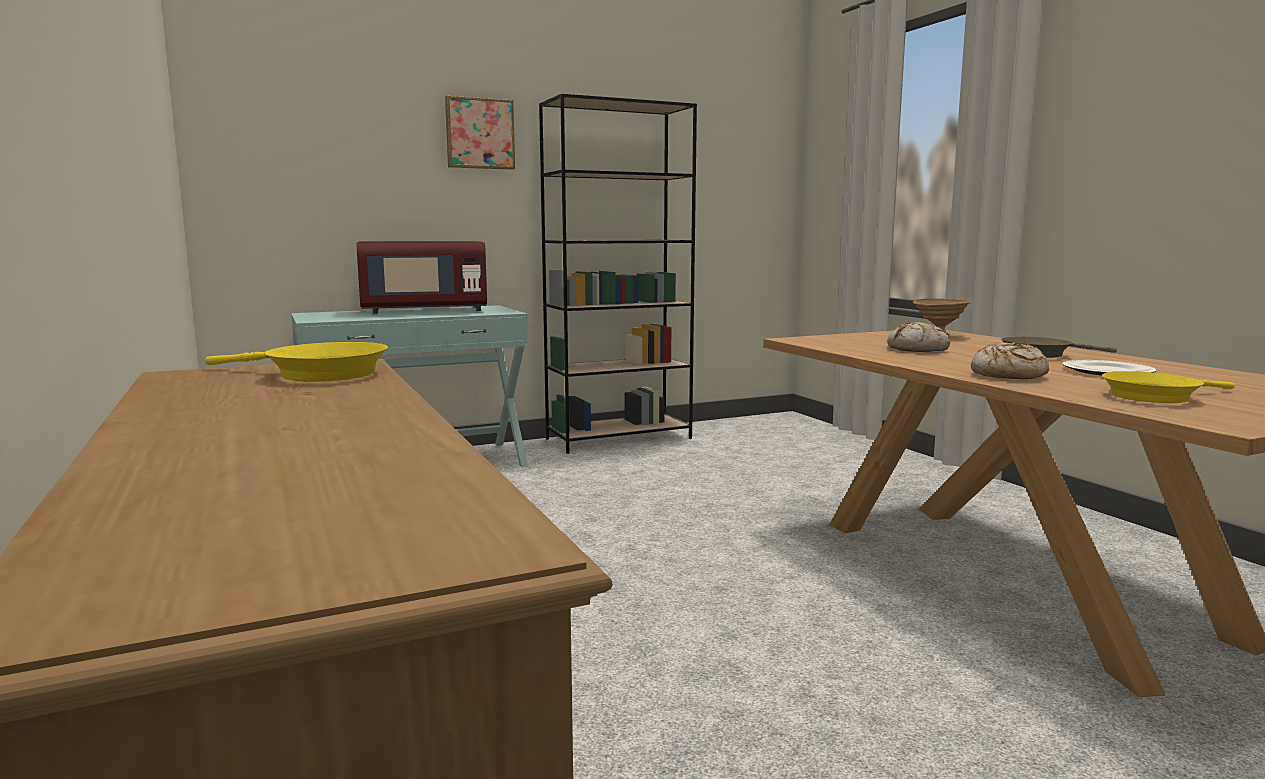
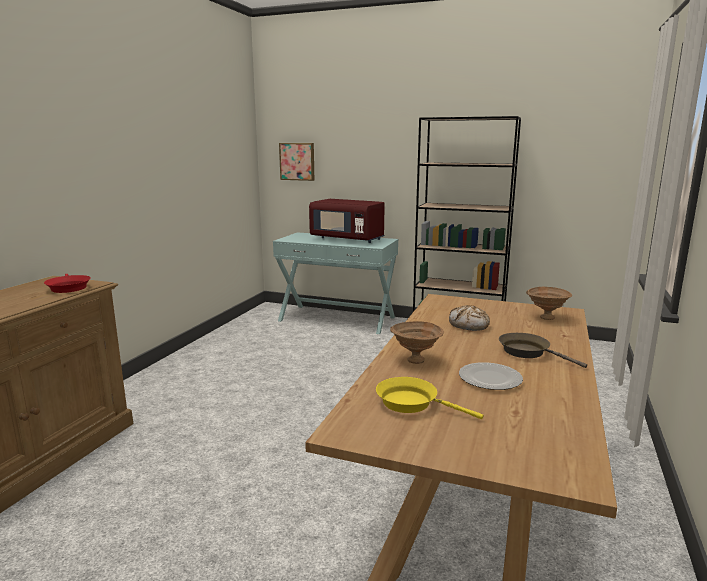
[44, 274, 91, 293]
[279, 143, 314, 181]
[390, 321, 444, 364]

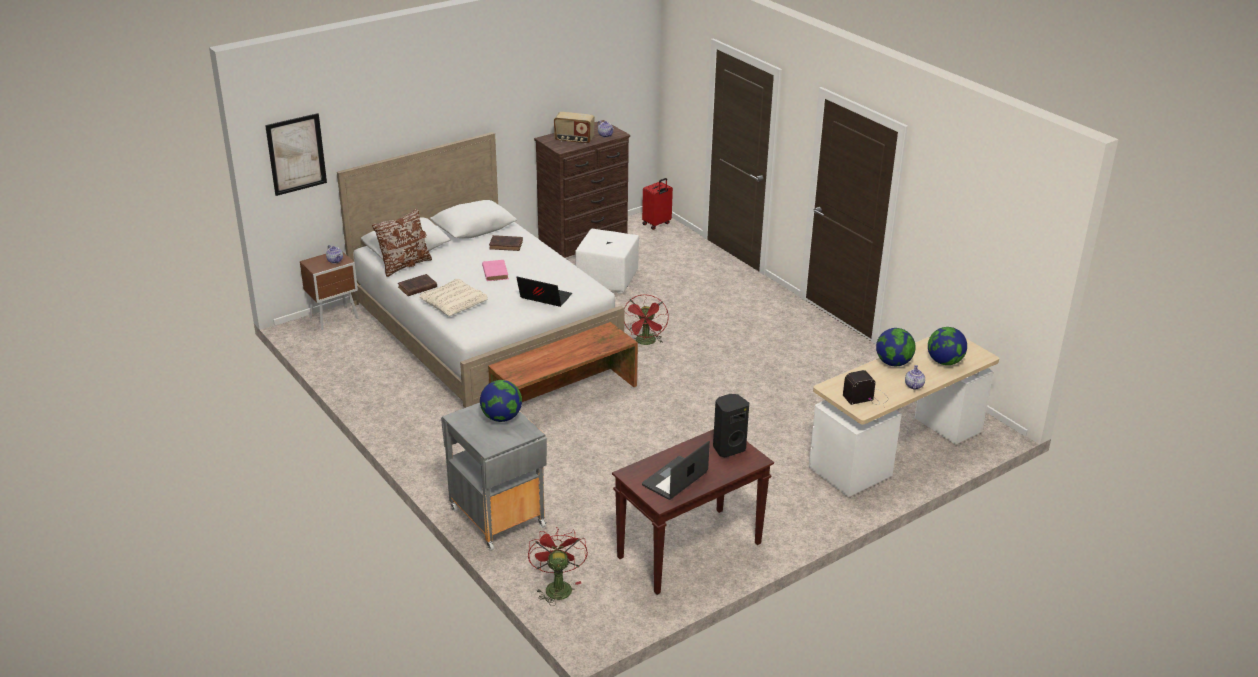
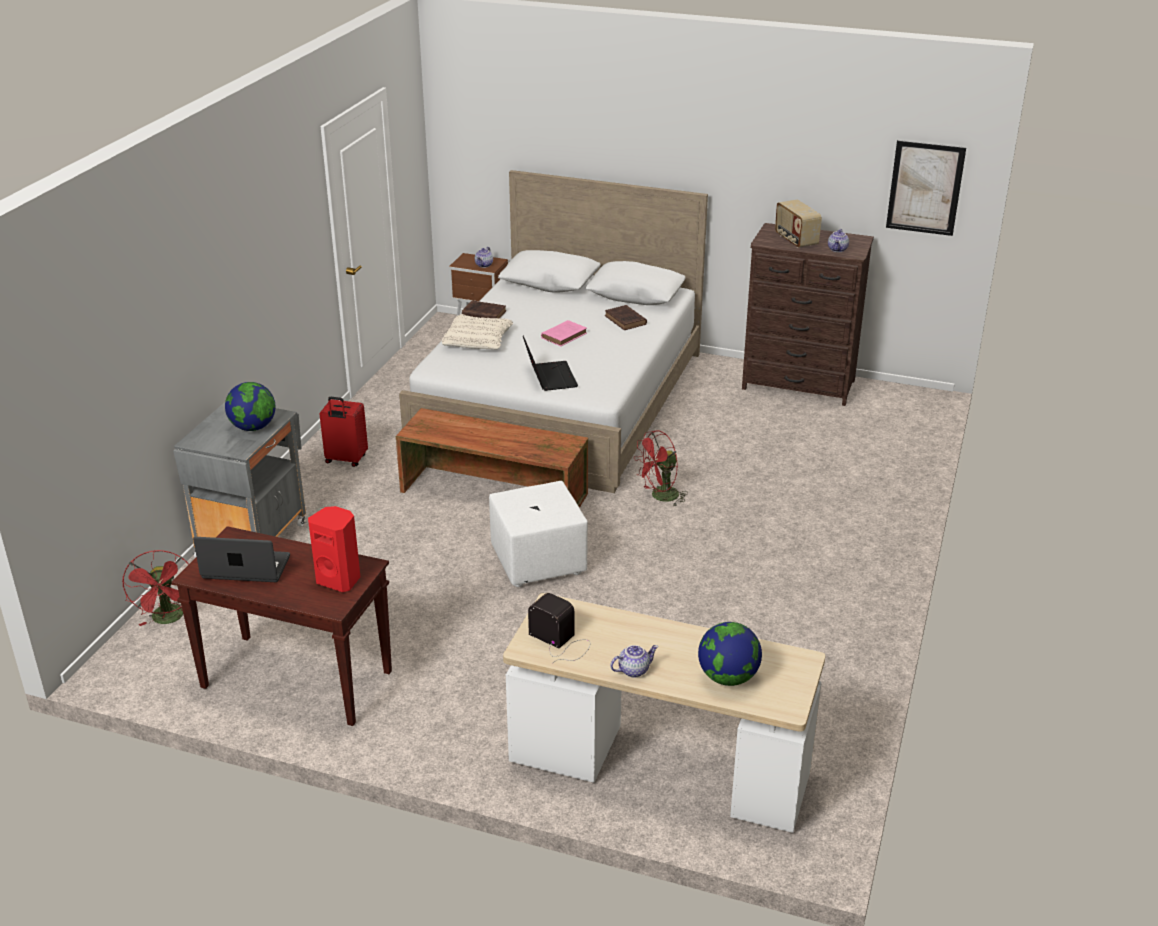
[122, 550, 189, 626]
[308, 506, 361, 592]
[320, 397, 368, 467]
[489, 481, 588, 587]
[886, 140, 966, 236]
[372, 209, 432, 277] (first image)
[876, 328, 916, 366] (first image)

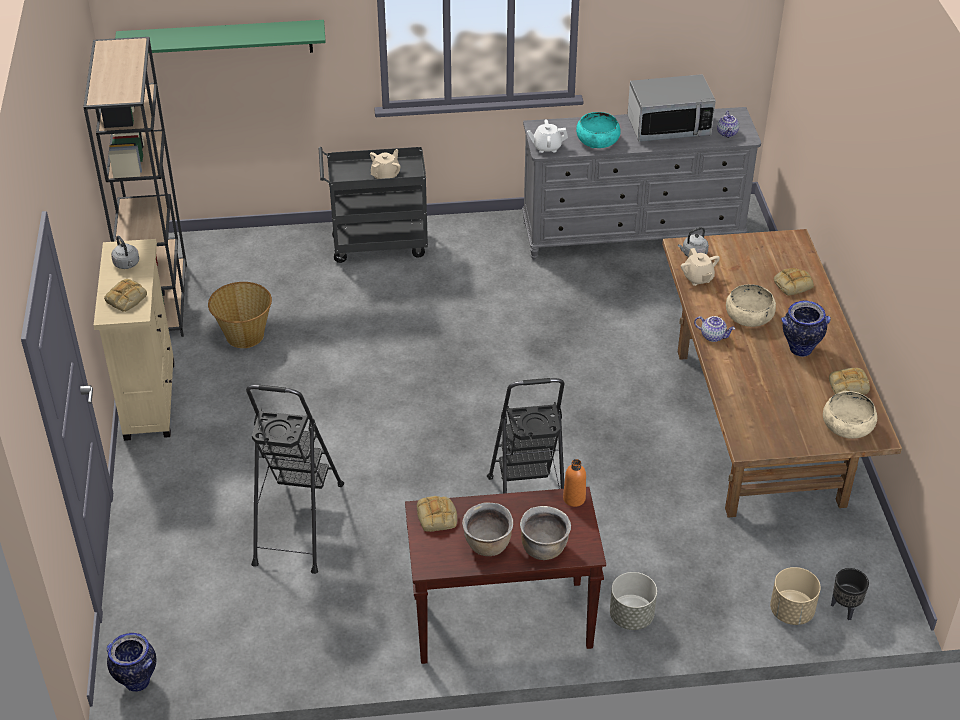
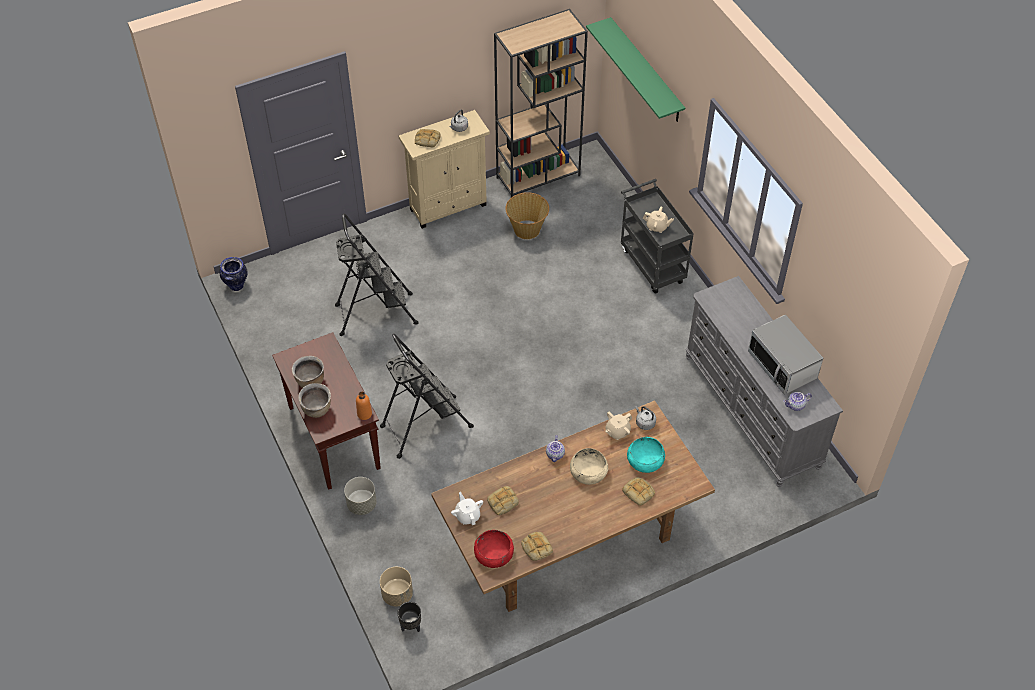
[451, 492, 483, 525]
[474, 530, 514, 568]
[487, 486, 519, 515]
[627, 437, 665, 473]
[781, 300, 831, 357] (first image)

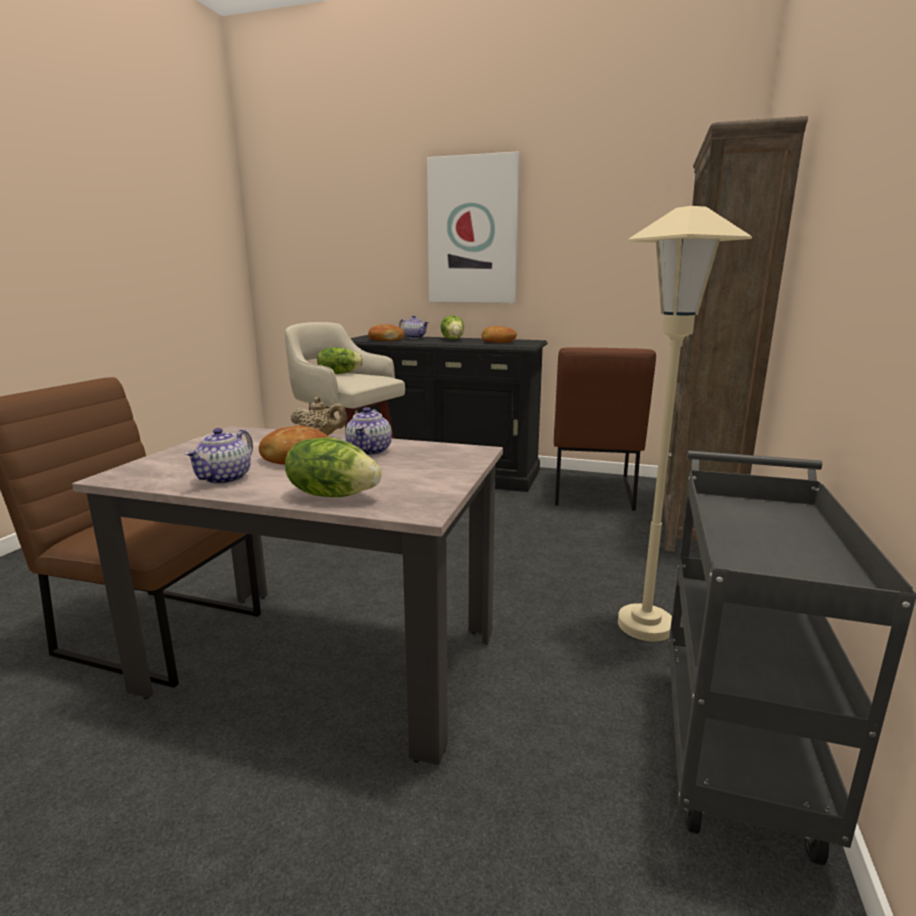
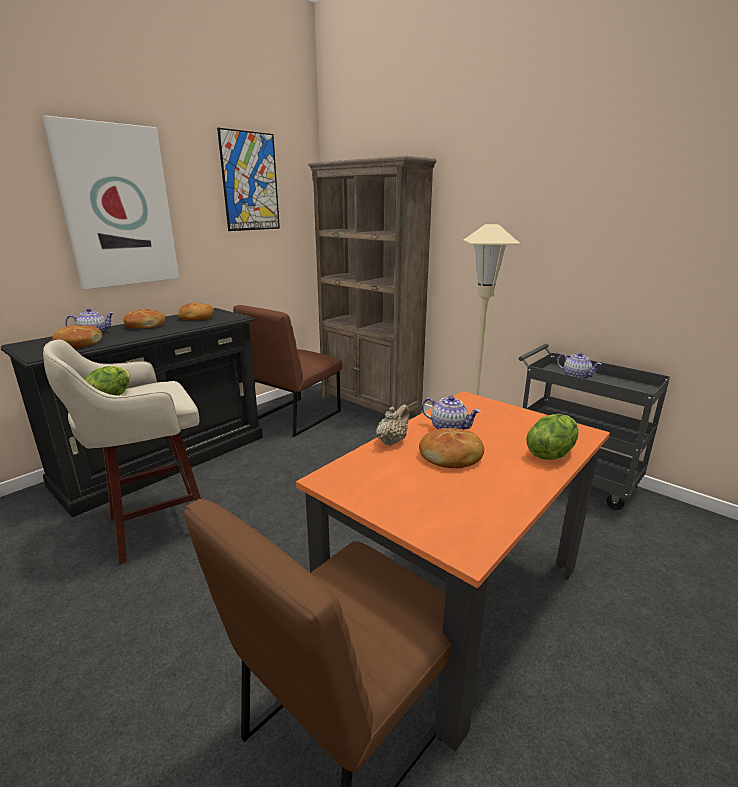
[123, 309, 166, 329]
[217, 128, 280, 231]
[233, 305, 342, 437]
[296, 391, 610, 752]
[557, 352, 602, 378]

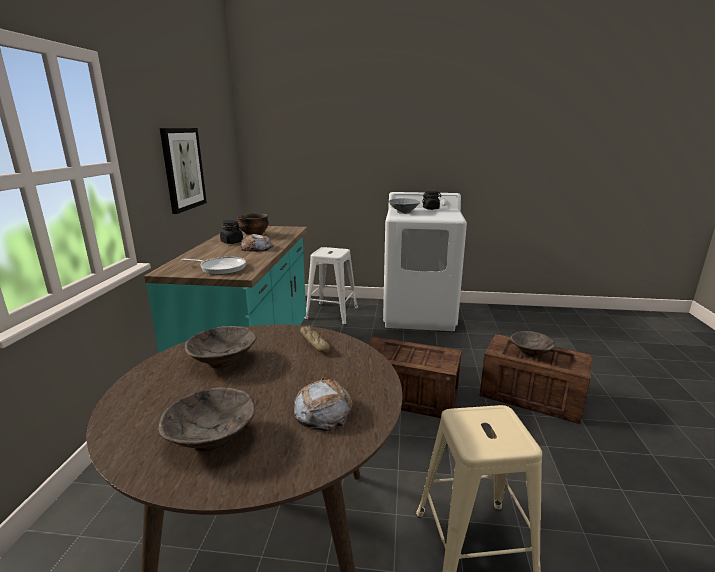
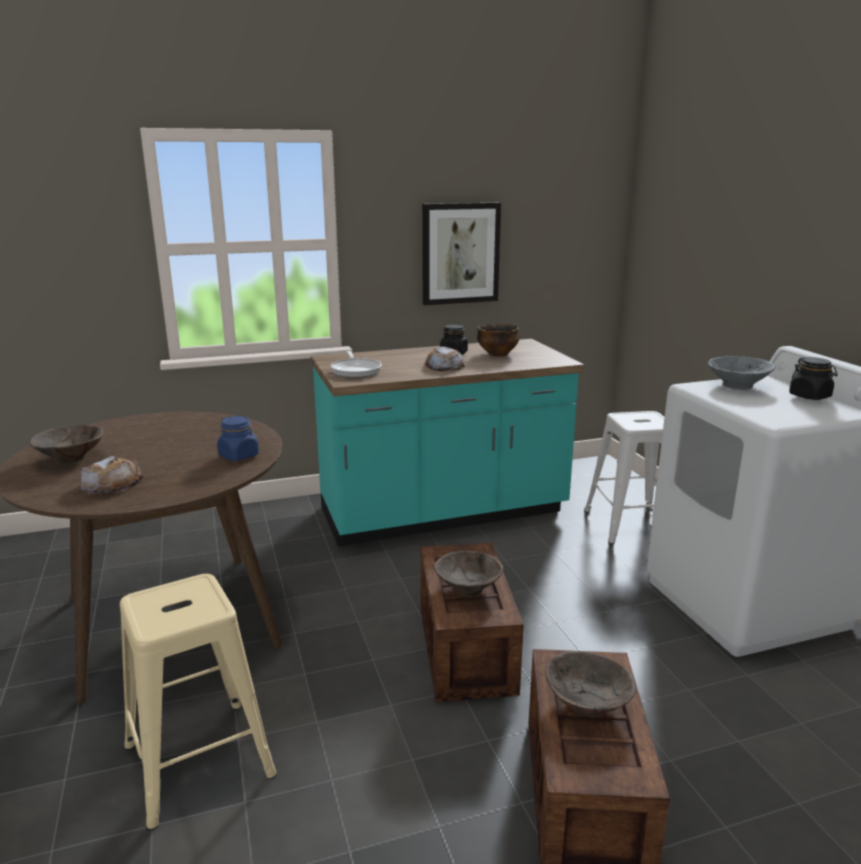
[217, 416, 259, 461]
[434, 551, 504, 597]

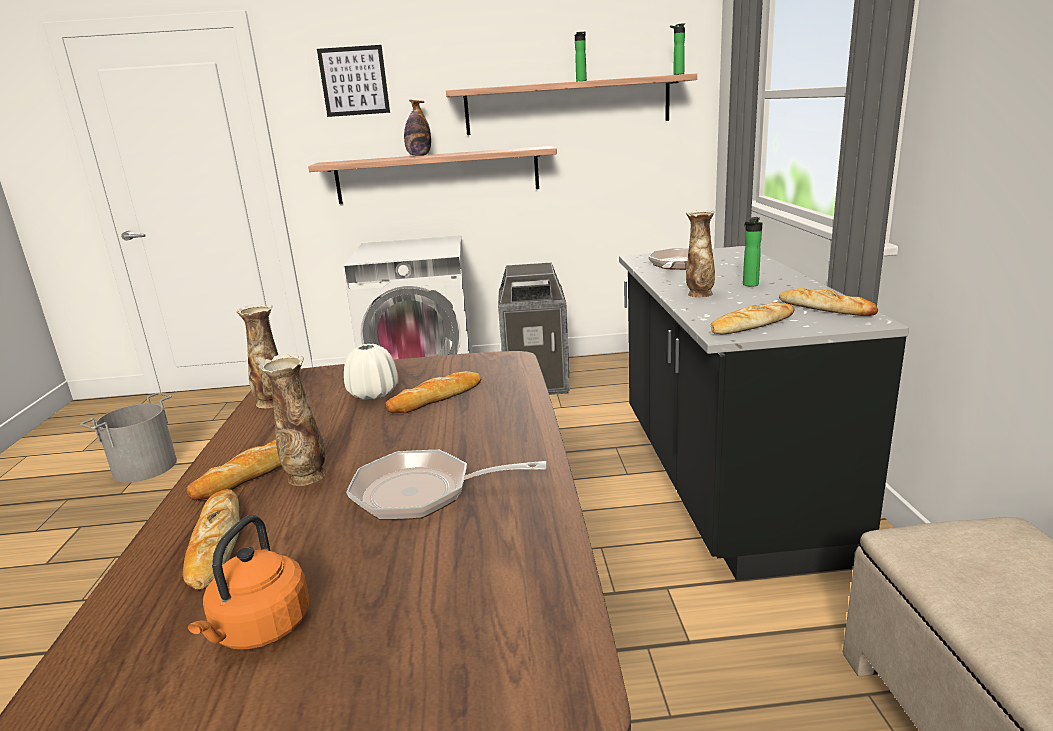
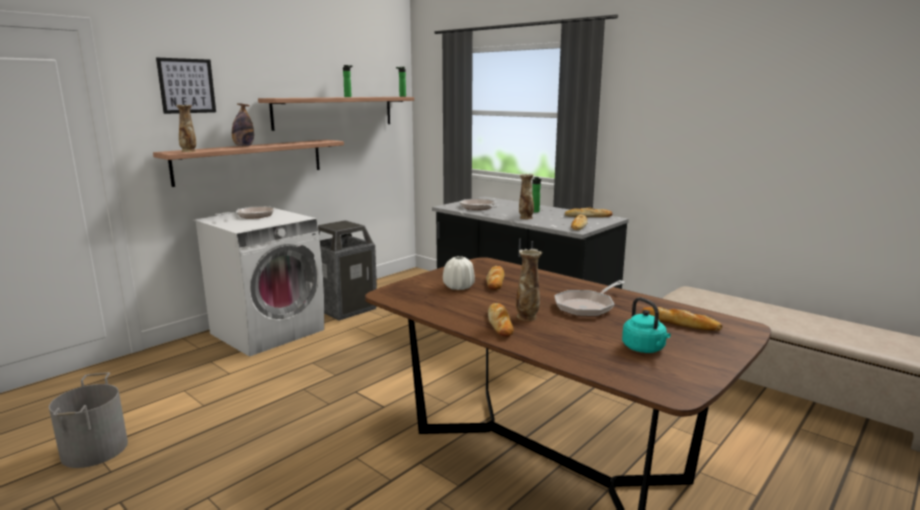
[176, 105, 196, 152]
[215, 206, 275, 219]
[622, 297, 671, 353]
[641, 307, 723, 331]

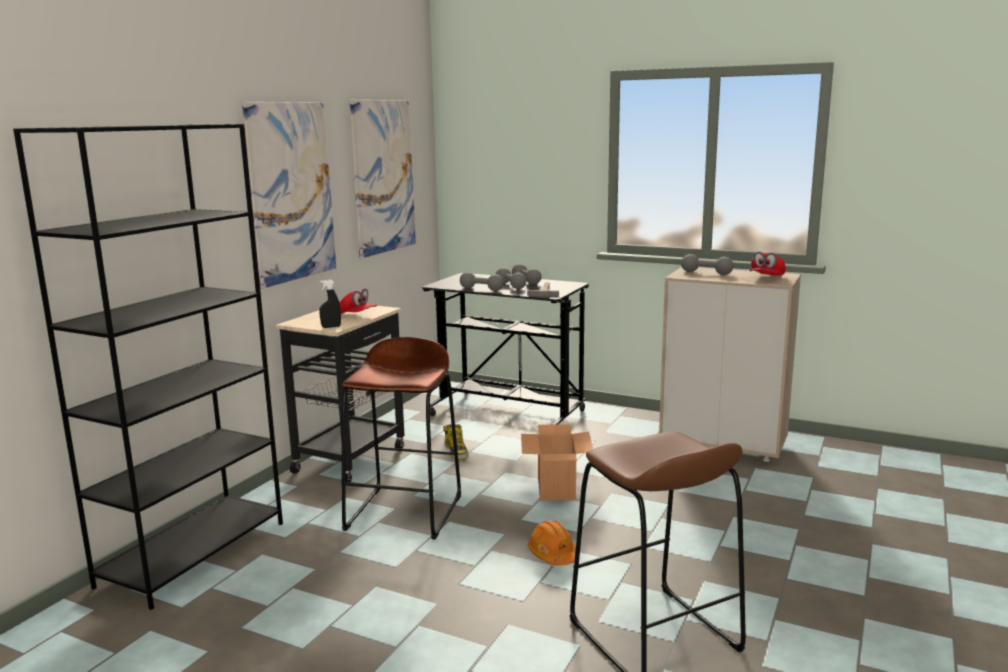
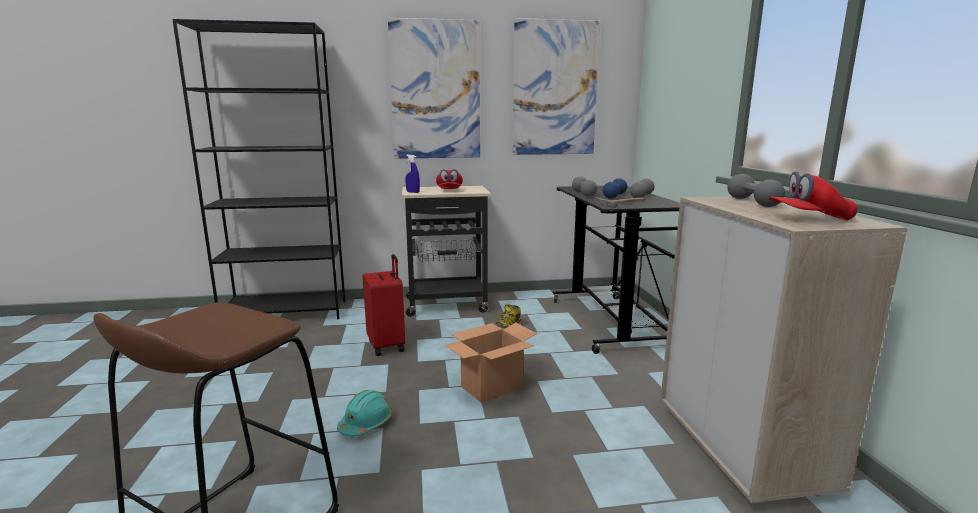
[337, 390, 393, 436]
[363, 254, 405, 356]
[406, 154, 420, 193]
[603, 178, 627, 199]

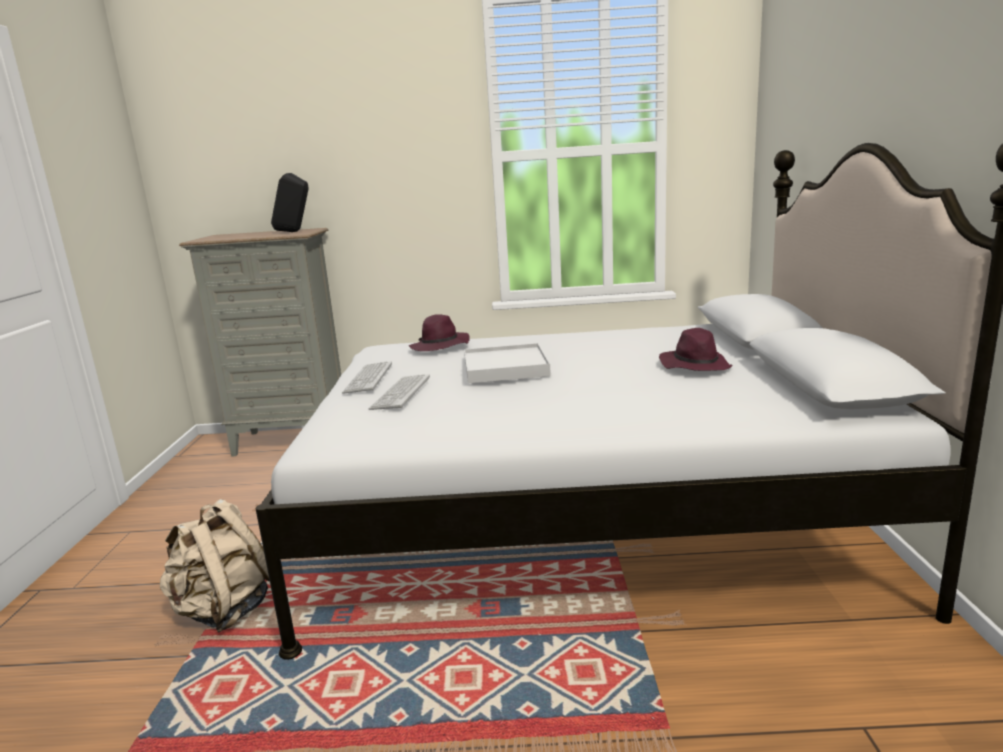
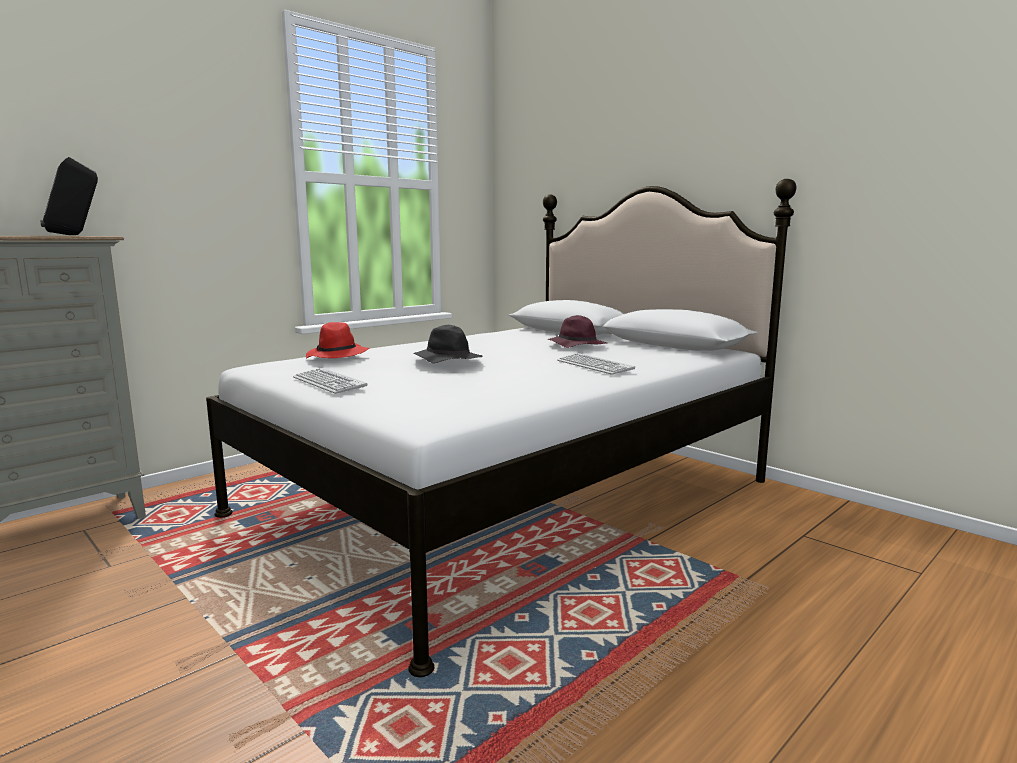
[306, 322, 369, 358]
[413, 325, 483, 363]
[557, 353, 635, 375]
[159, 499, 270, 632] (first image)

